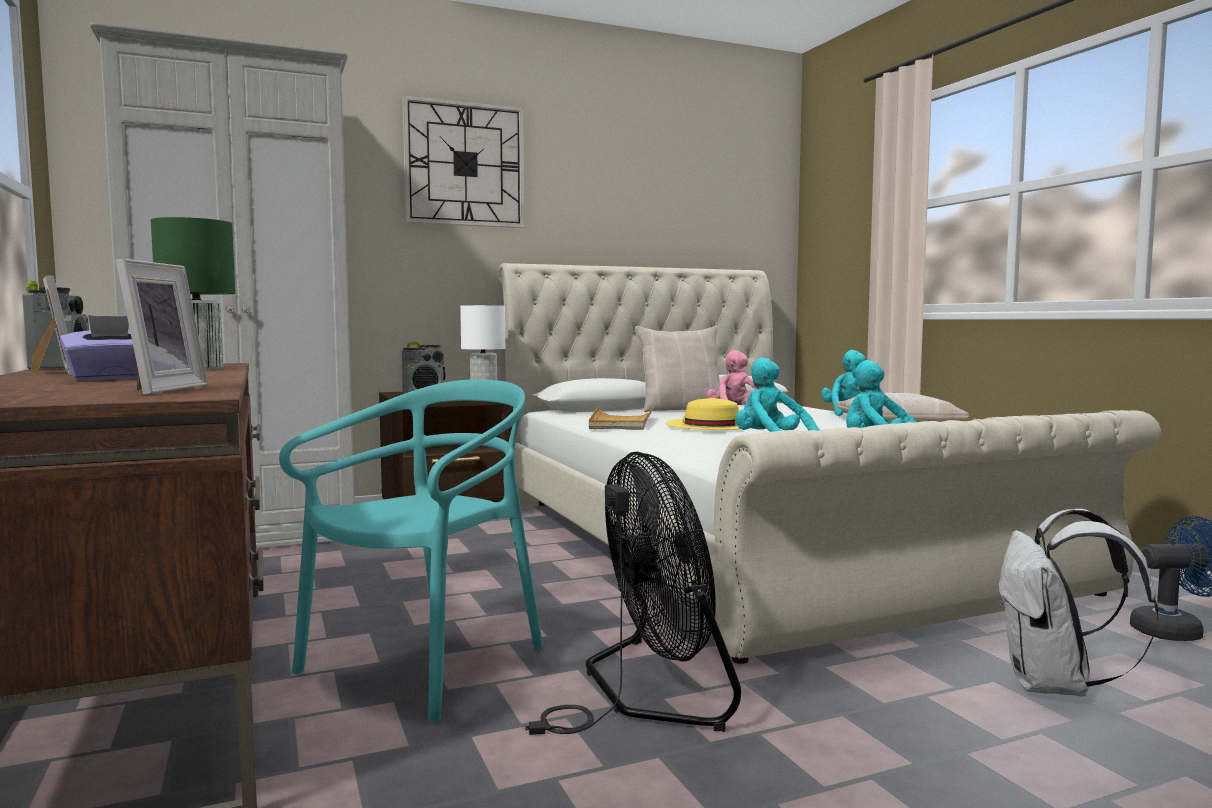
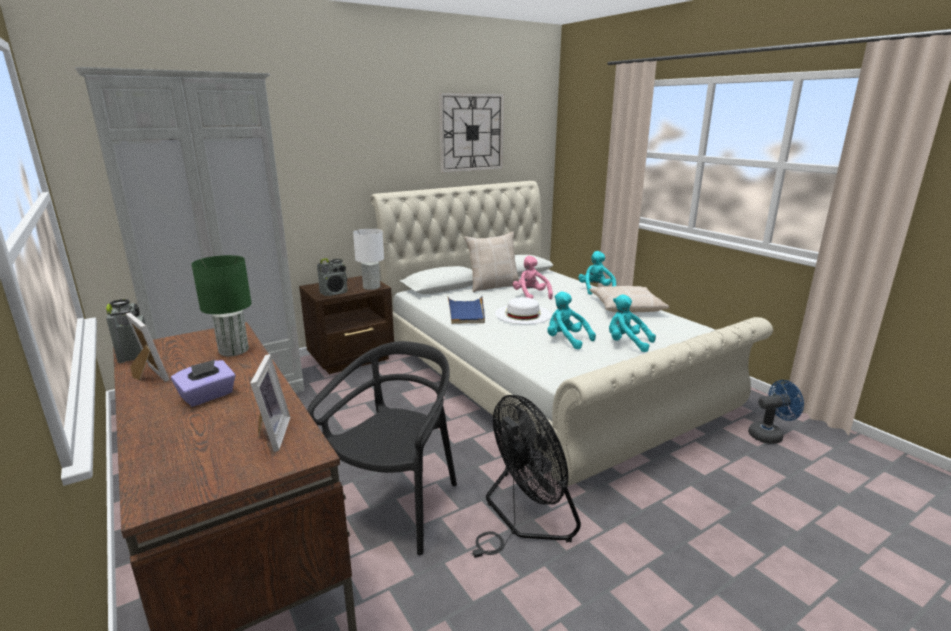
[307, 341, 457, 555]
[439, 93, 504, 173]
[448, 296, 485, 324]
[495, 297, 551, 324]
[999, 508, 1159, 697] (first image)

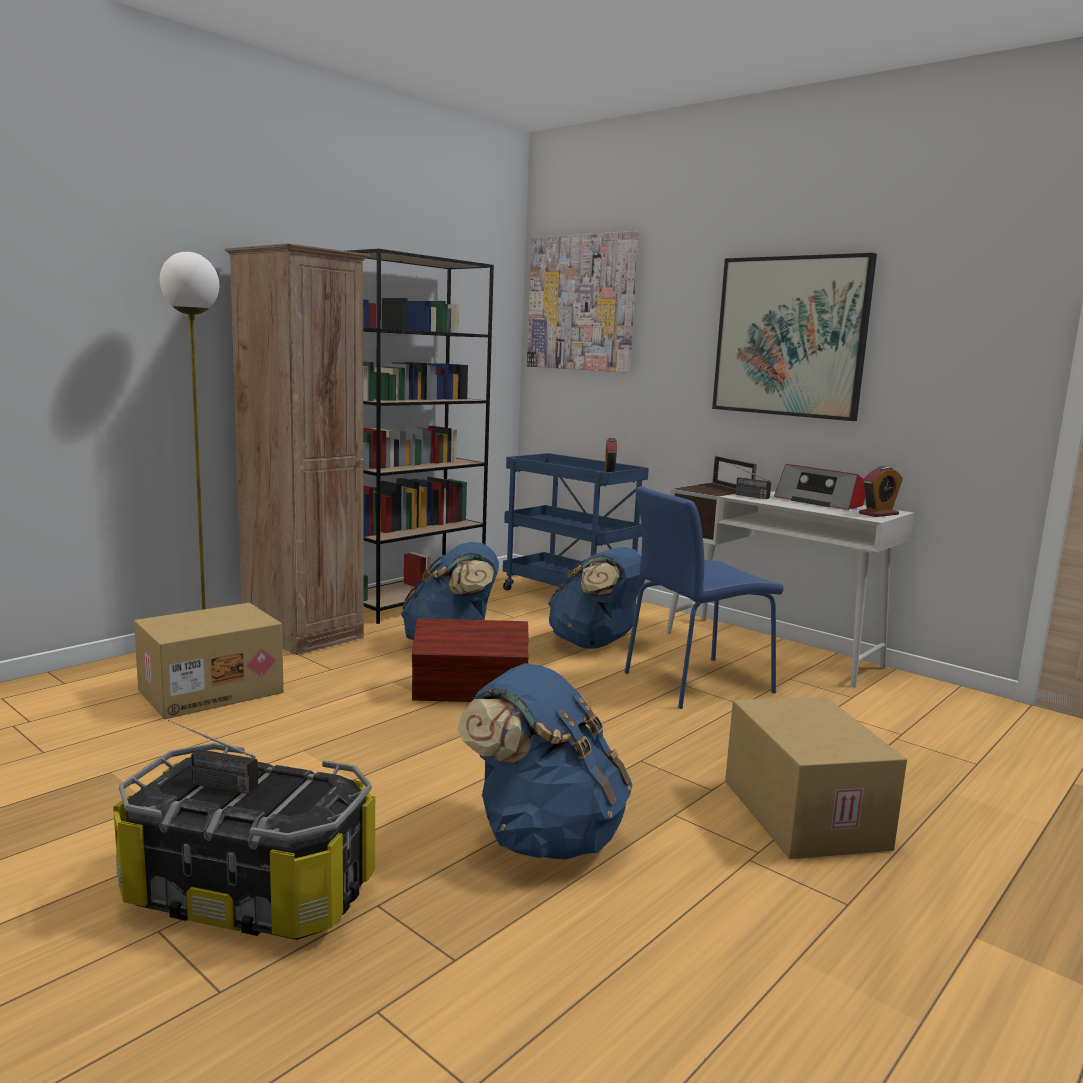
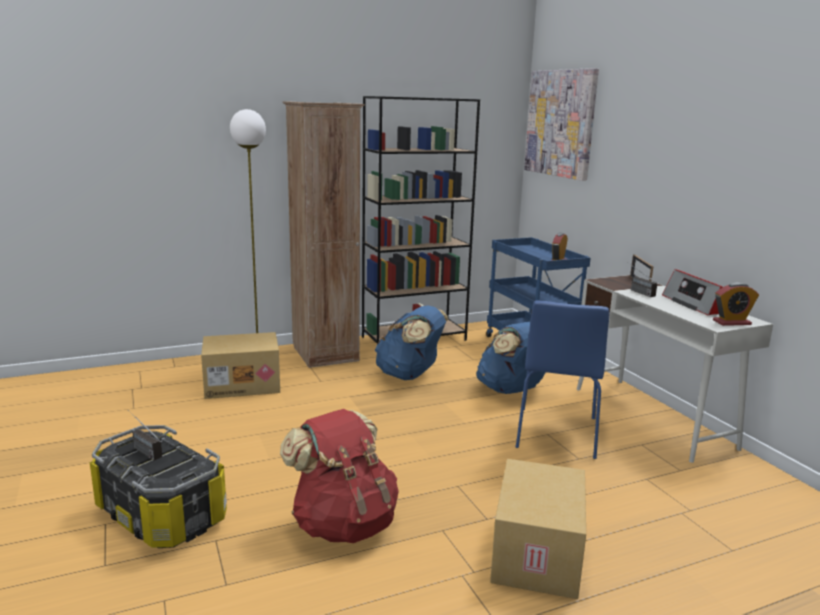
[280, 409, 399, 543]
[516, 300, 609, 459]
[412, 618, 529, 702] (first image)
[712, 253, 877, 421] (first image)

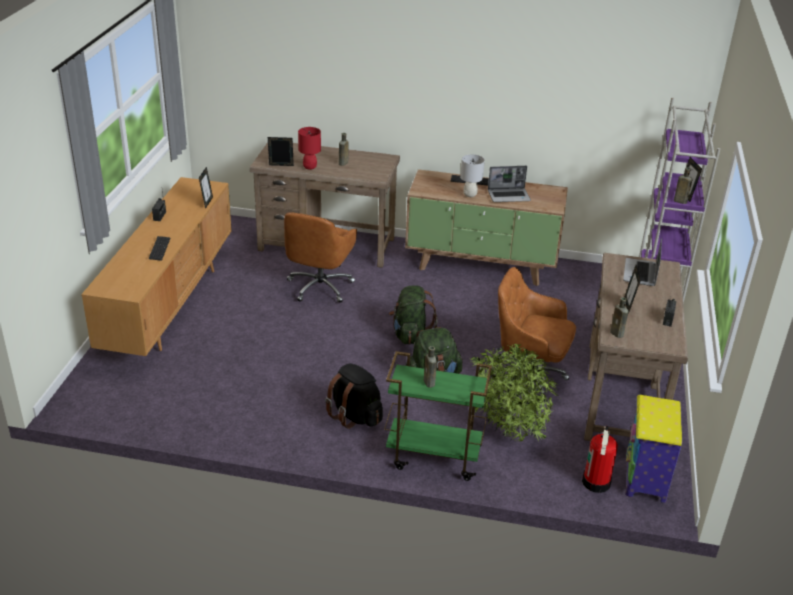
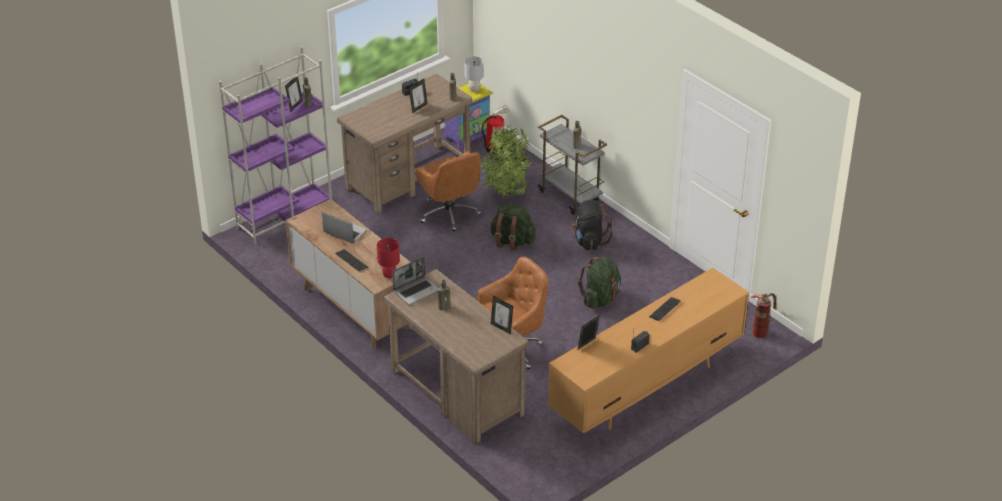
[377, 238, 400, 278]
[392, 256, 439, 305]
[464, 56, 484, 92]
[537, 115, 607, 215]
[578, 257, 621, 309]
[751, 293, 777, 338]

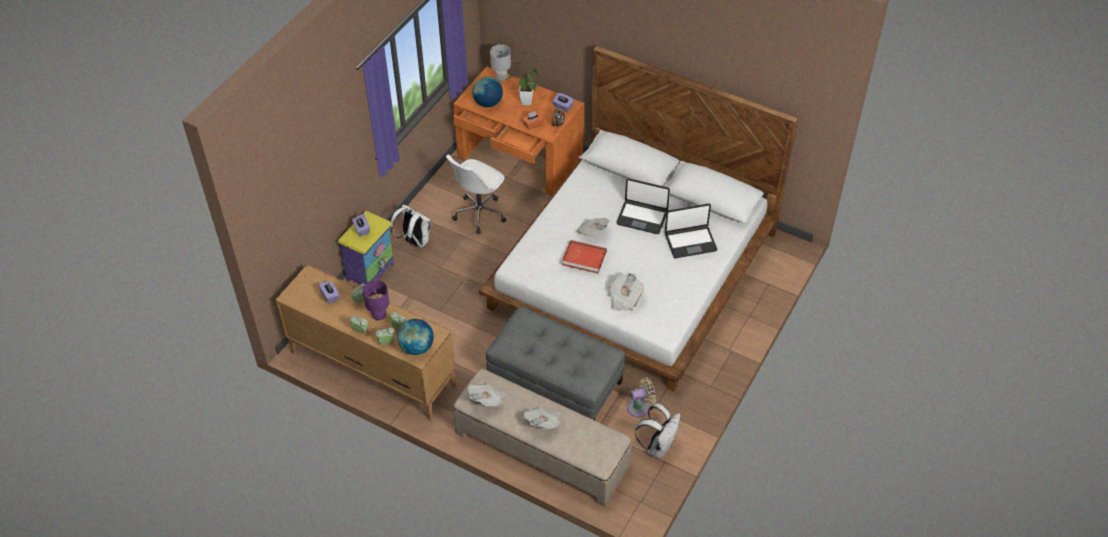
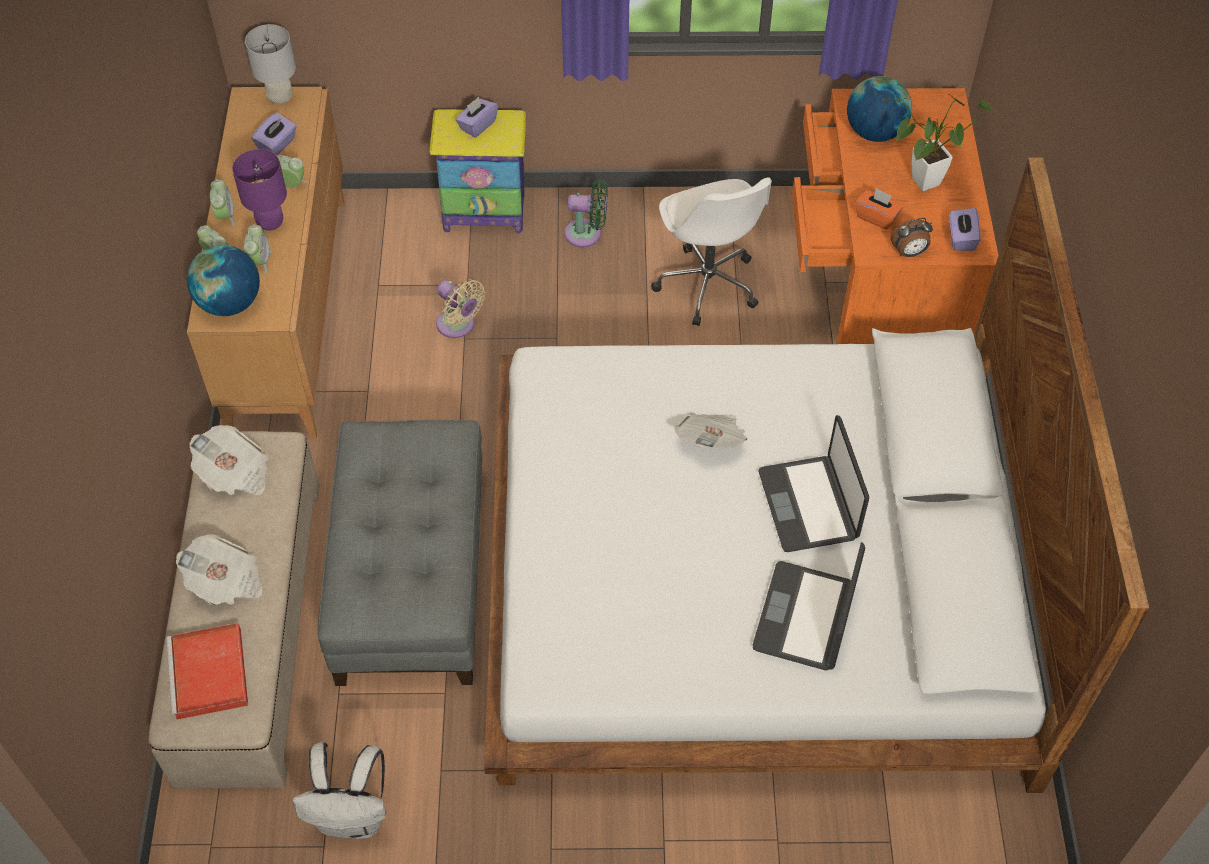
[166, 623, 248, 720]
[245, 24, 296, 104]
[436, 279, 485, 338]
[564, 179, 608, 247]
[651, 177, 772, 326]
[753, 542, 865, 670]
[609, 273, 644, 311] (first image)

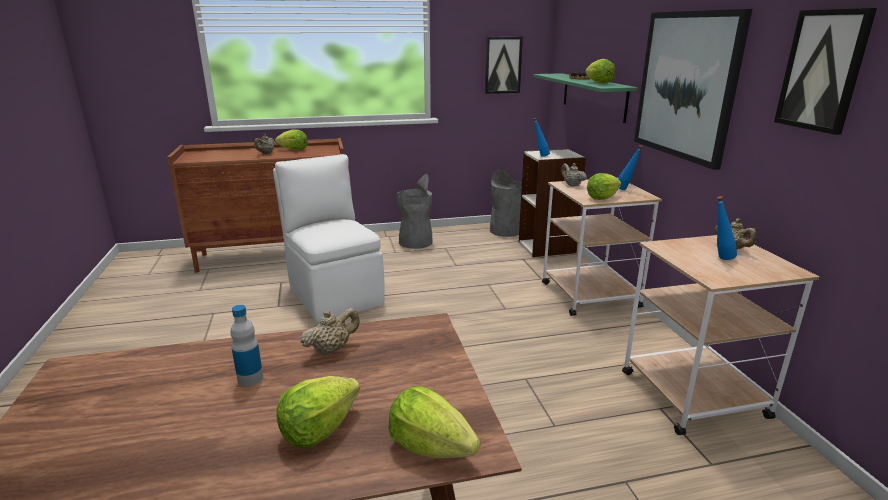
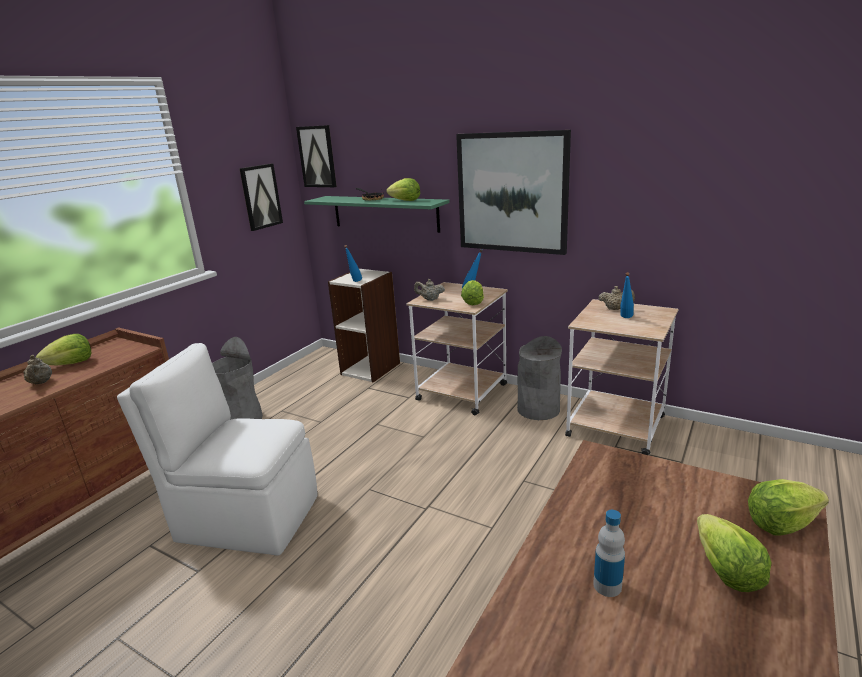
[296, 125, 337, 187]
[517, 336, 562, 420]
[300, 308, 360, 355] (first image)

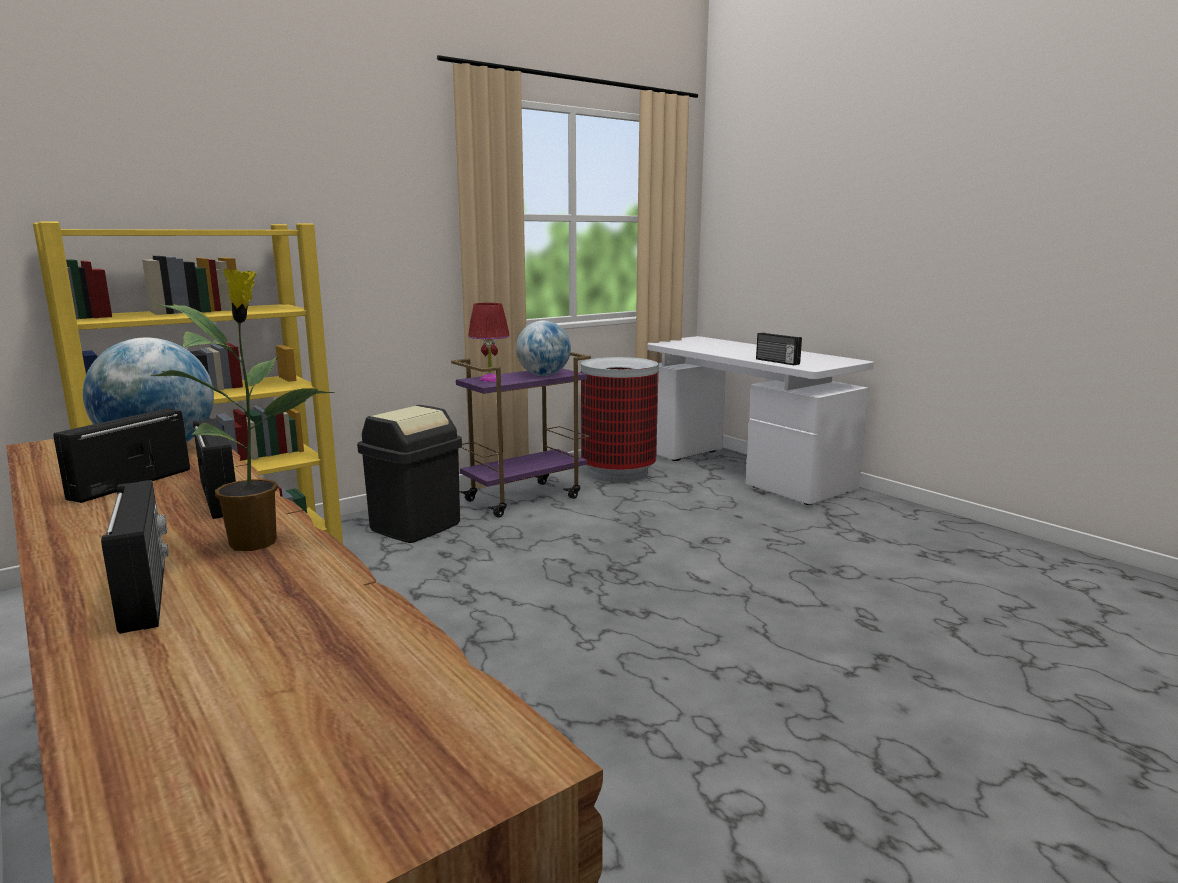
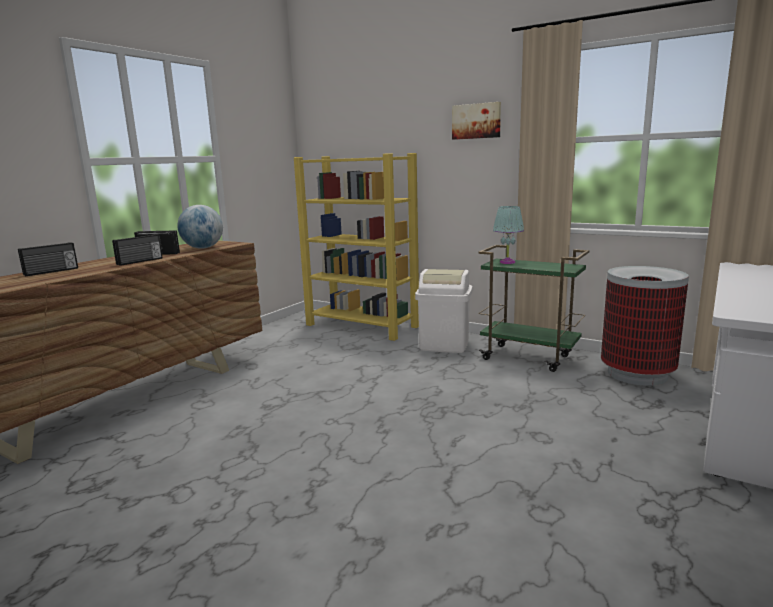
[415, 269, 472, 353]
[452, 102, 501, 140]
[478, 245, 590, 372]
[493, 206, 524, 264]
[151, 269, 334, 551] (first image)
[516, 320, 571, 376] (first image)
[756, 333, 802, 365] (first image)

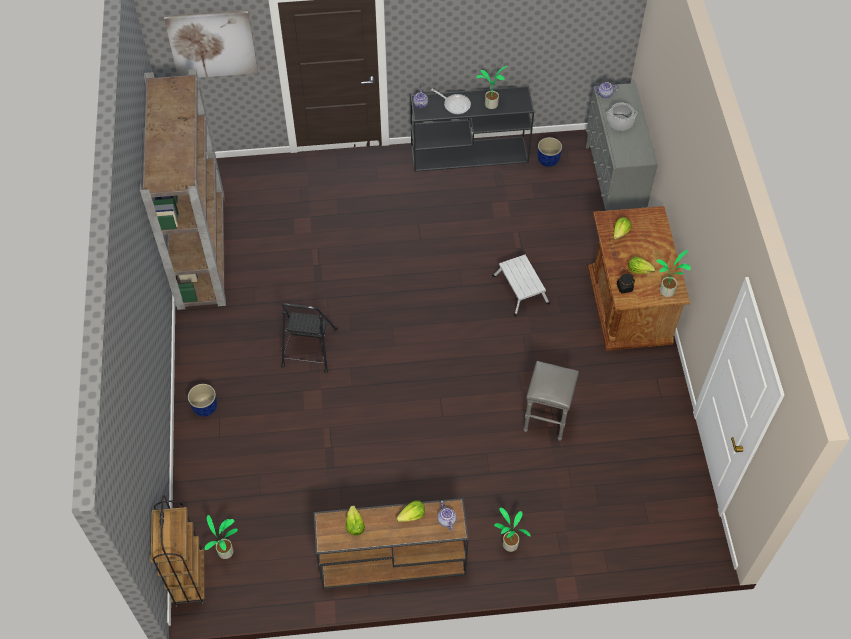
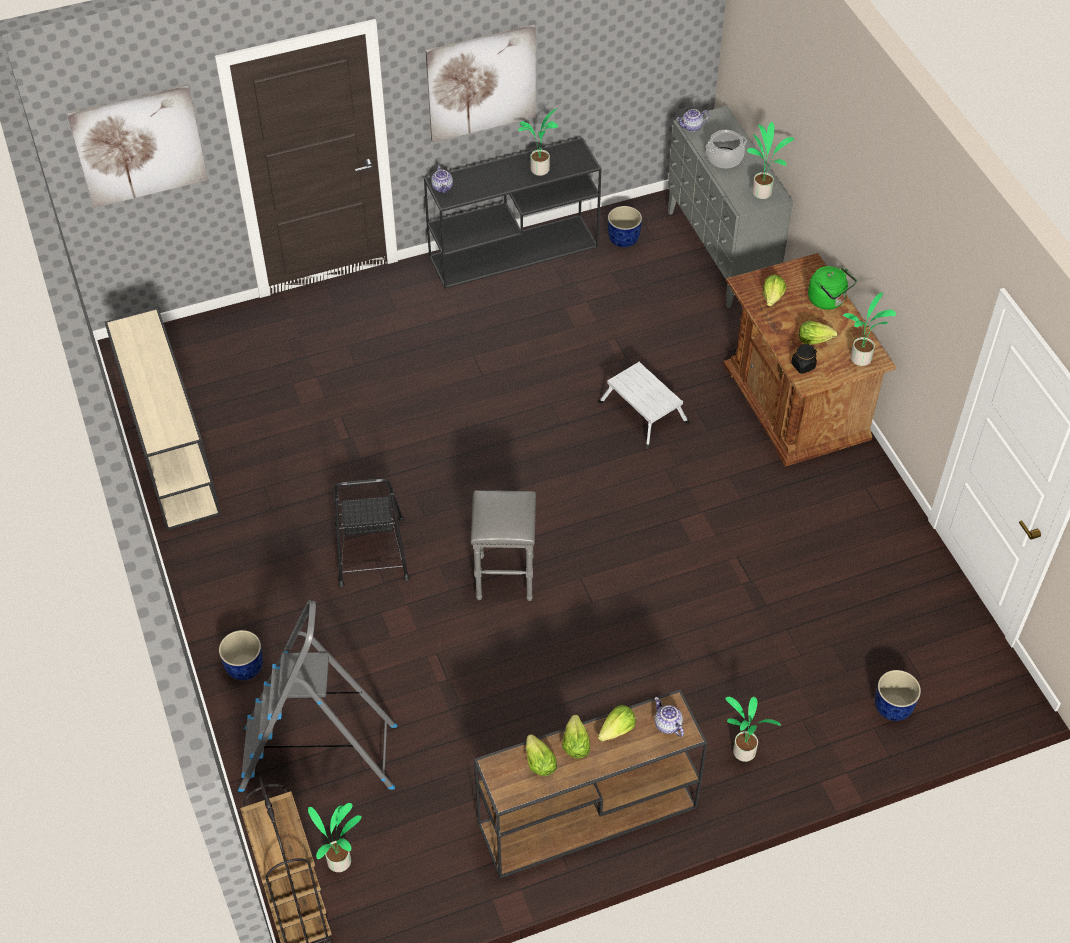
[105, 308, 221, 531]
[238, 600, 397, 792]
[425, 25, 536, 143]
[471, 490, 536, 601]
[562, 715, 590, 759]
[747, 122, 794, 199]
[808, 266, 857, 310]
[875, 670, 921, 721]
[431, 89, 471, 114] (first image)

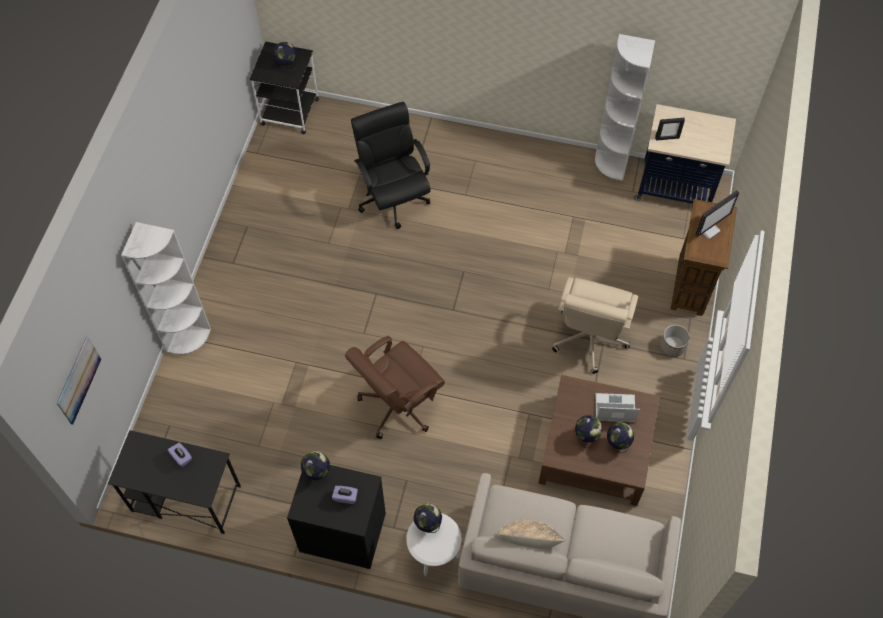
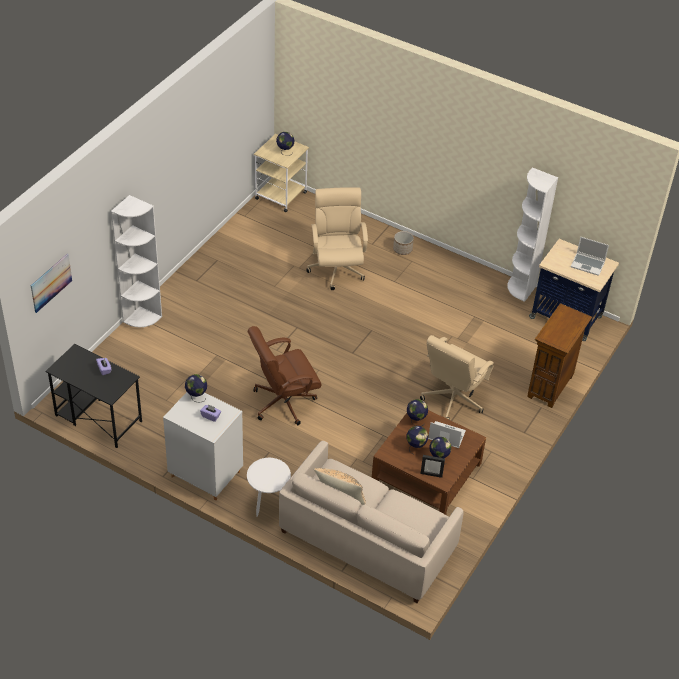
[163, 392, 243, 500]
[254, 134, 309, 212]
[306, 187, 368, 290]
[393, 231, 414, 255]
[407, 399, 428, 426]
[420, 455, 445, 478]
[571, 237, 609, 276]
[695, 190, 740, 239] (first image)

